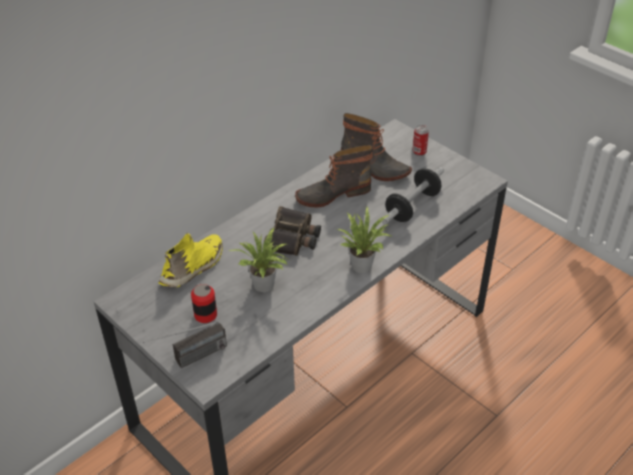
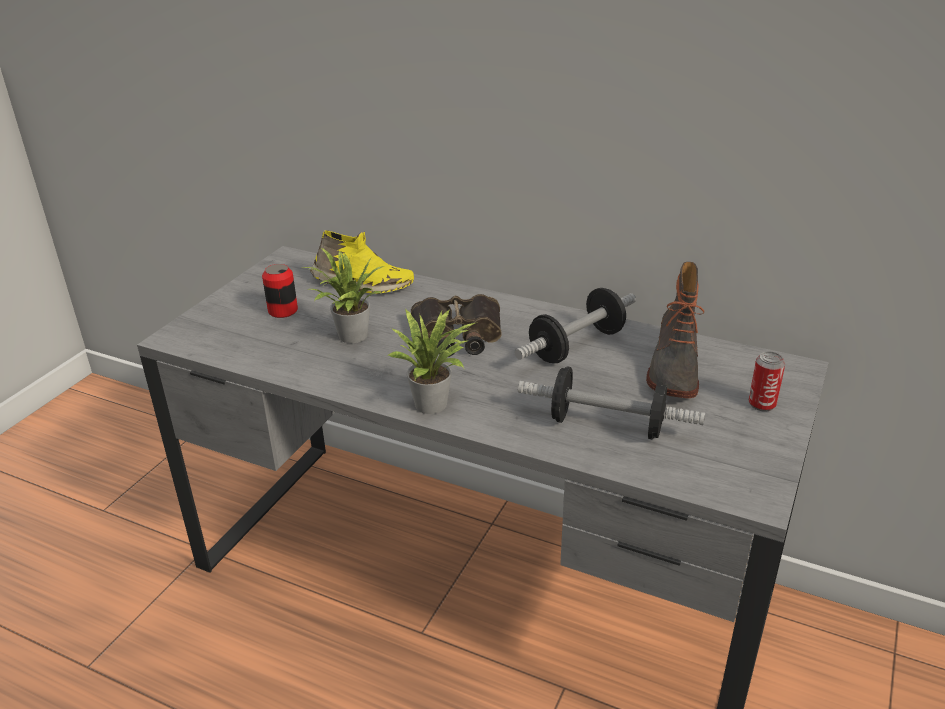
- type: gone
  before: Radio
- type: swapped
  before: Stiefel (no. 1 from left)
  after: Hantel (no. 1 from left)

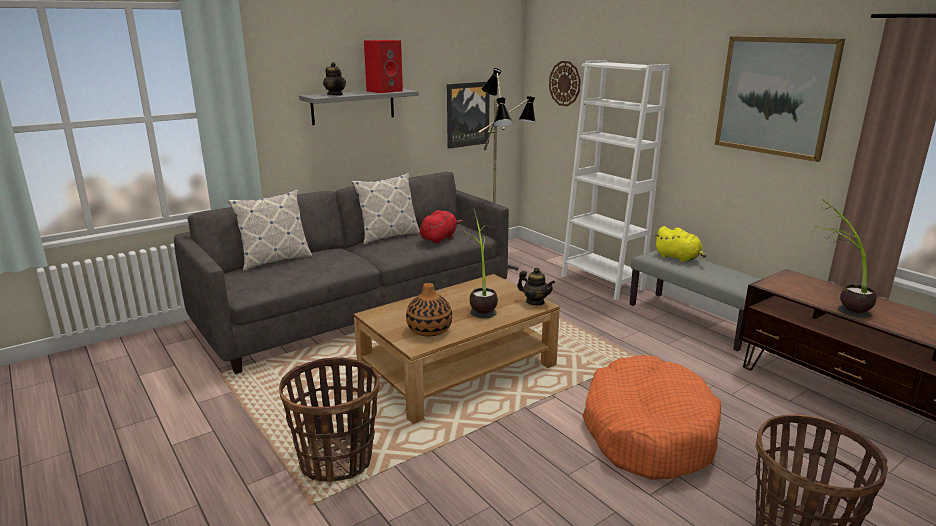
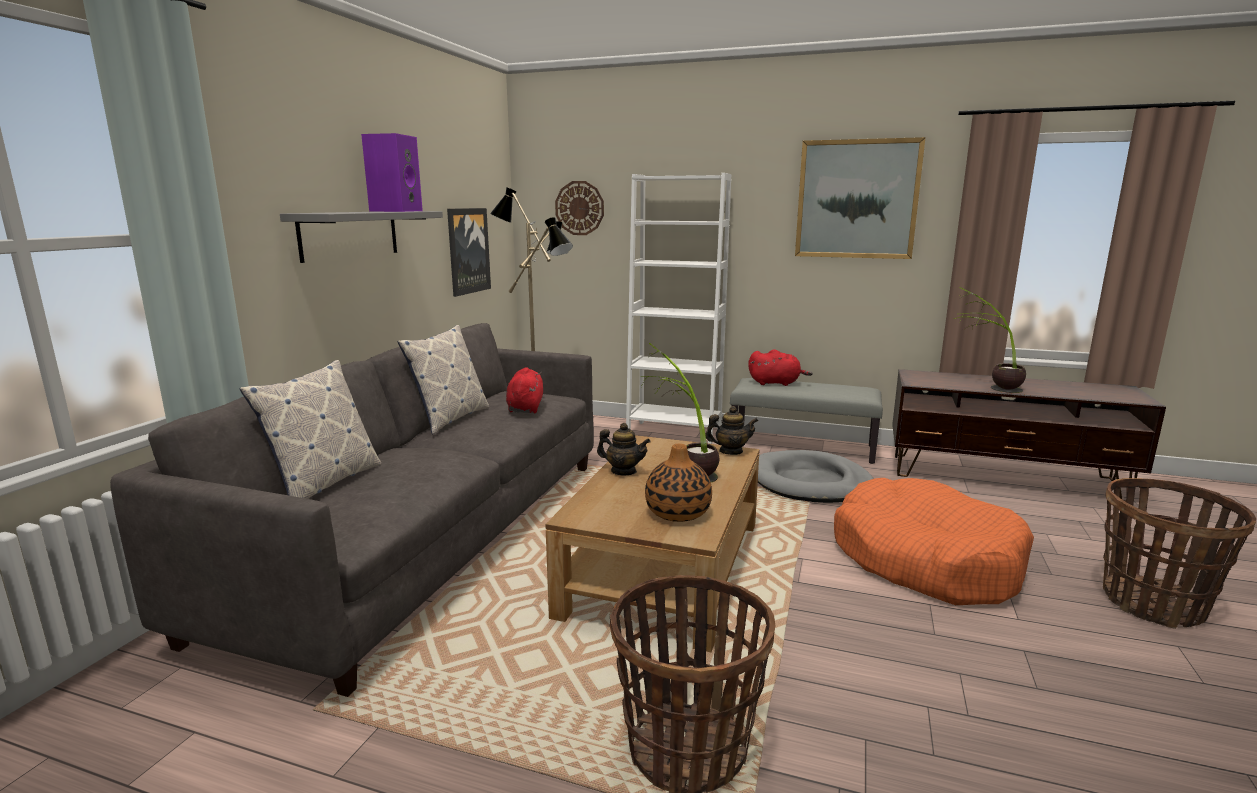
- type: new
  after: Hundebett (grau)
- type: shifted
  before: Teekanne (no. 1 from left)
- type: repainted
  before: Lautsprecher (rot)
  after: Lautsprecher (lila)
- type: repainted
  before: Plüschtier (gelb)
  after: Plüschtier (rot) (no. 2 from left)

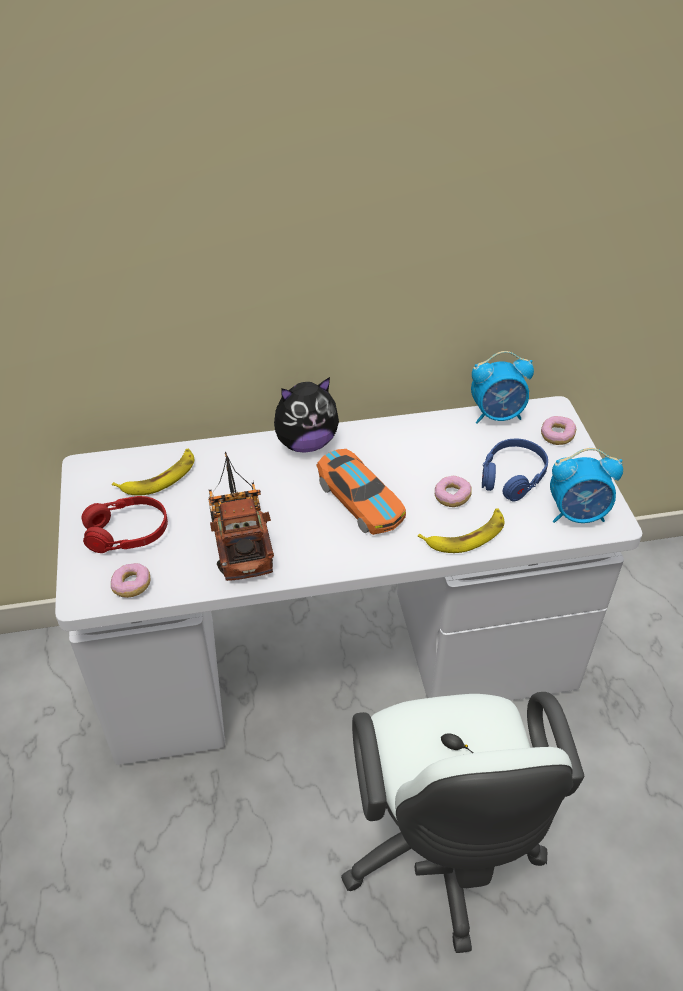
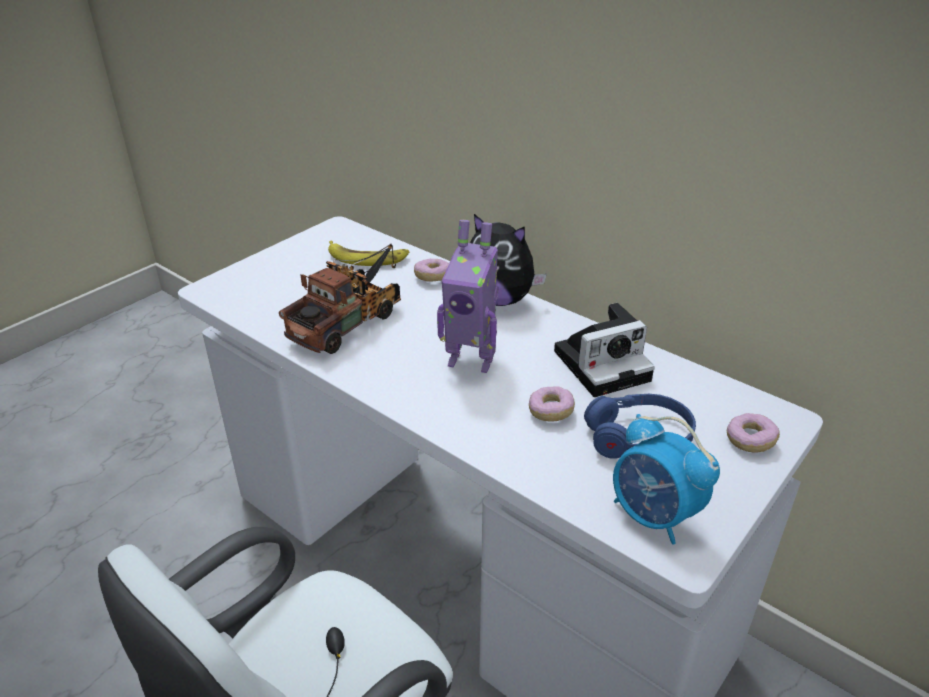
- type: gone
  before: Kopfhörer (rot)
- type: gone
  before: Banane (no. 2 from left)
- type: gone
  before: Wecker (no. 1 from left)
- type: new
  after: Kamera
- type: shifted
  before: Donut (no. 1 from left)
- type: swapped
  before: Spielzeugauto
  after: Spielzeugroboter

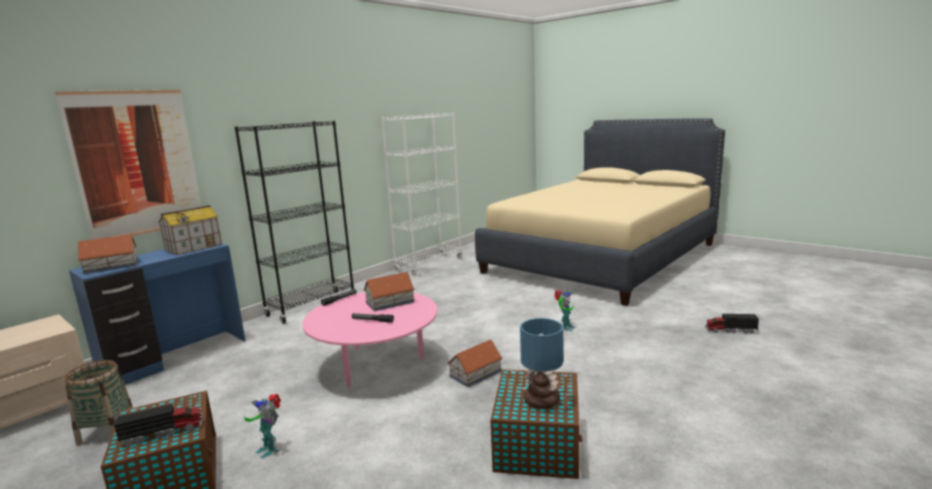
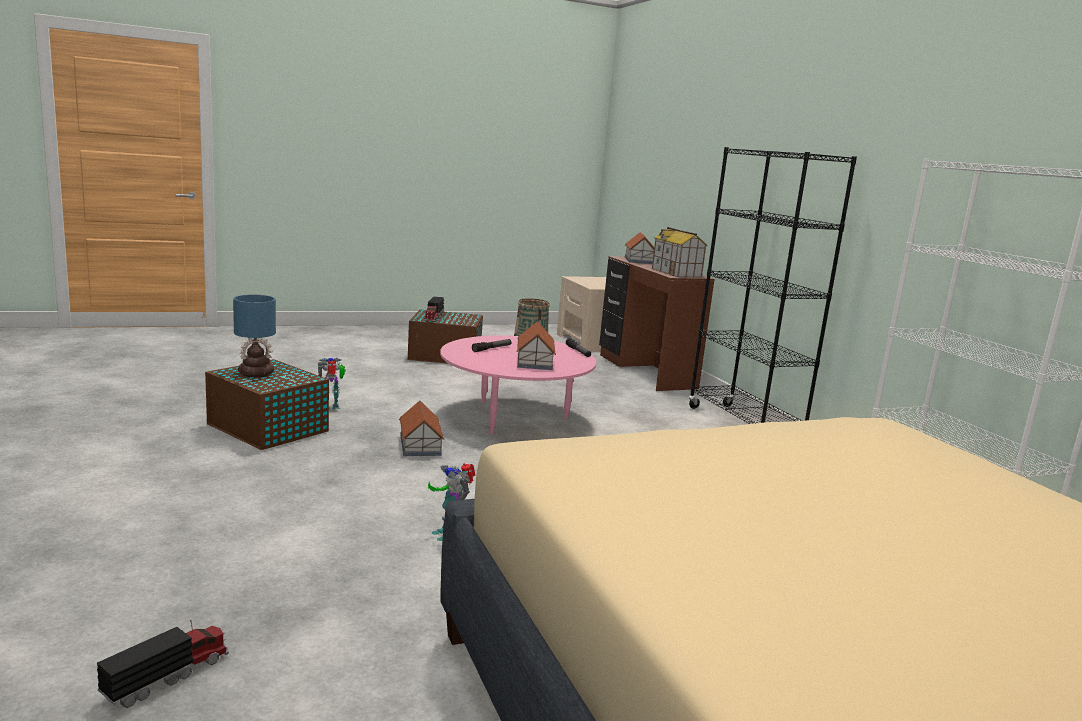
- type: gone
  before: Bild
- type: shifted
  before: Spielzeugroboter (no. 1 from left)
- type: repainted
  before: Schreibtisch (blau)
  after: Schreibtisch (braun)

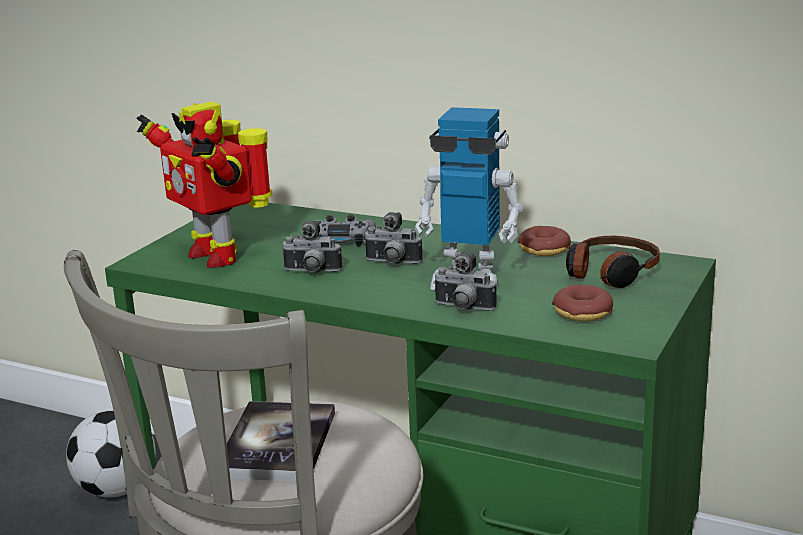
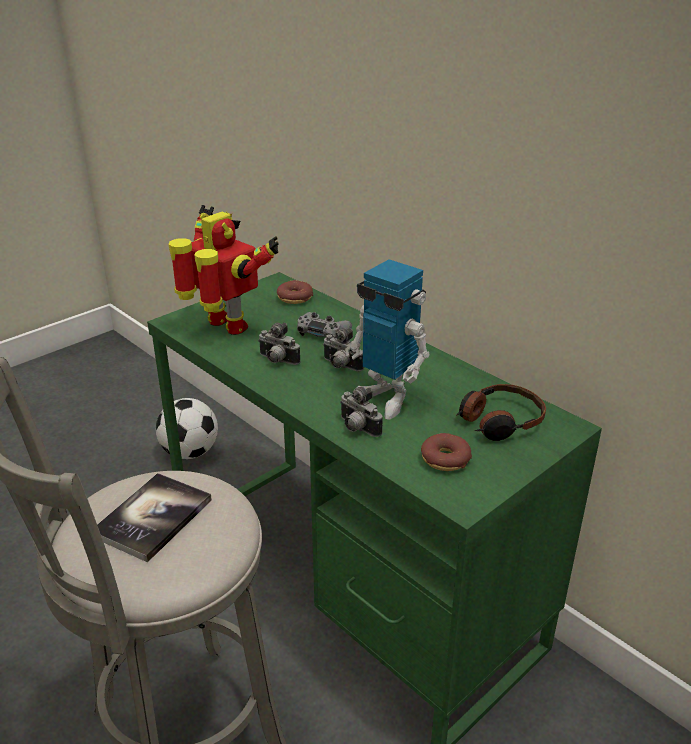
- type: shifted
  before: Donut (no. 1 from left)
- type: rotated
  before: Spielzeugroboter (no. 1 from left)
  turn: 150

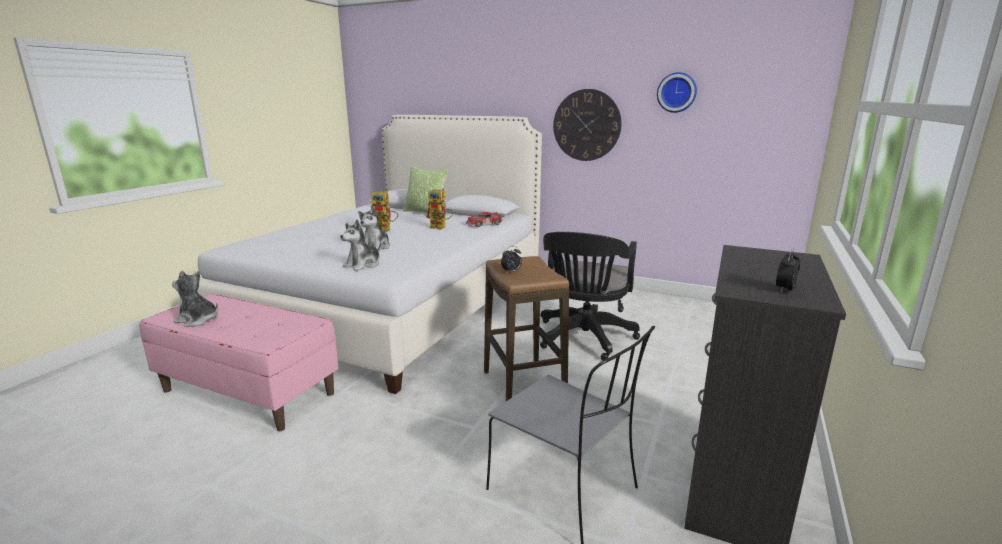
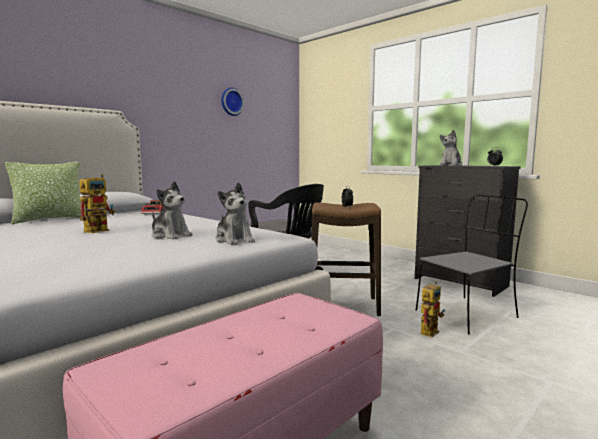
- type: gone
  before: Wanduhr (no. 1 from left)
- type: shifted
  before: Plüschtier (no. 1 from left in the first image)
  after: Plüschtier (no. 3 from left)
- type: shifted
  before: Spielzeugroboter (no. 2 from left)

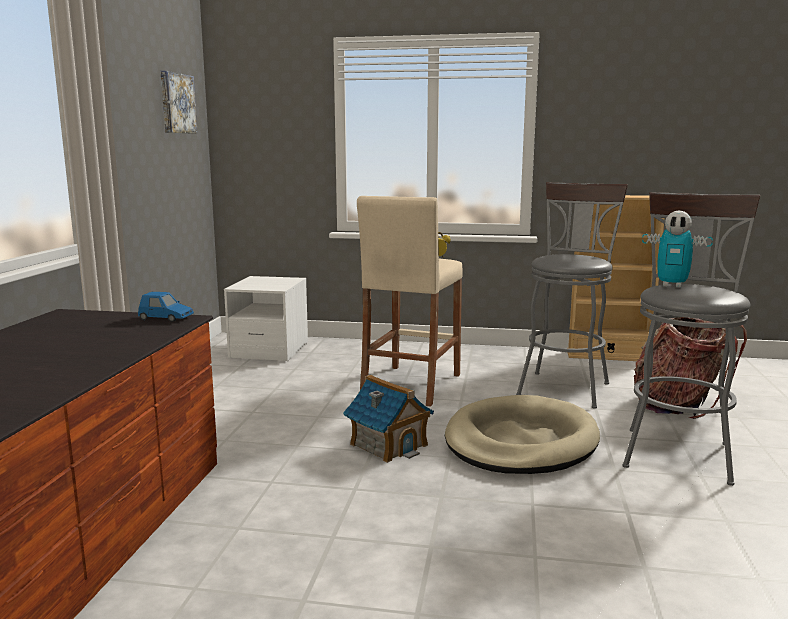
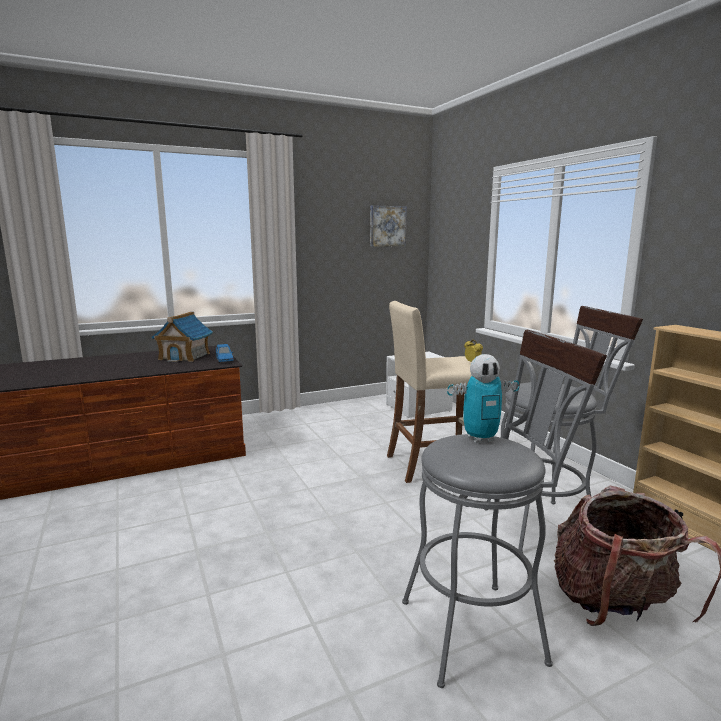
- type: gone
  before: Hundebett (beige)
- type: shifted
  before: Spielzeughaus
- type: rotated
  before: Spielzeugroboter
  turn: -90

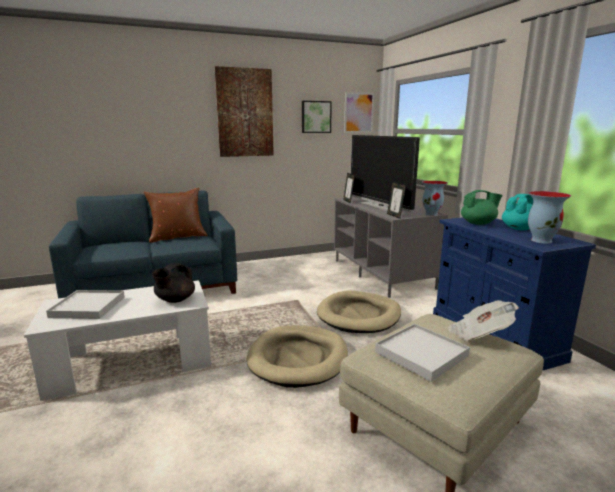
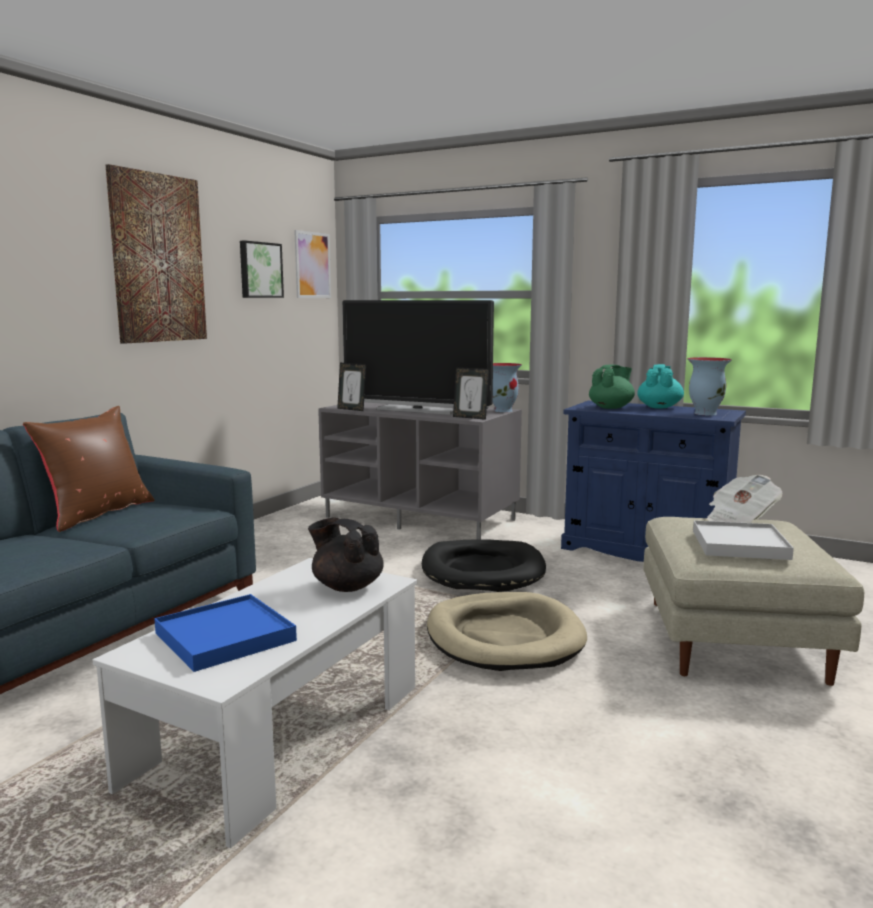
- type: repainted
  before: Tablett (weiß) (no. 1 from left)
  after: Tablett (blau)
- type: repainted
  before: Hundebett (beige) (no. 2 from left)
  after: Hundebett (schwarz)
- type: rotated
  before: Teekanne (schwarz)
  turn: 135

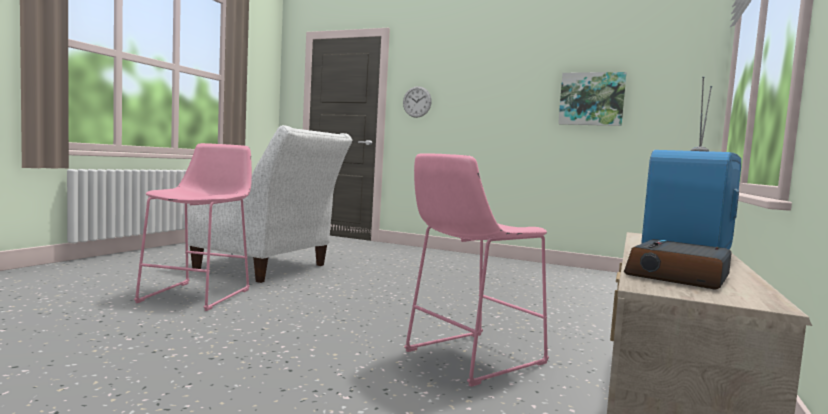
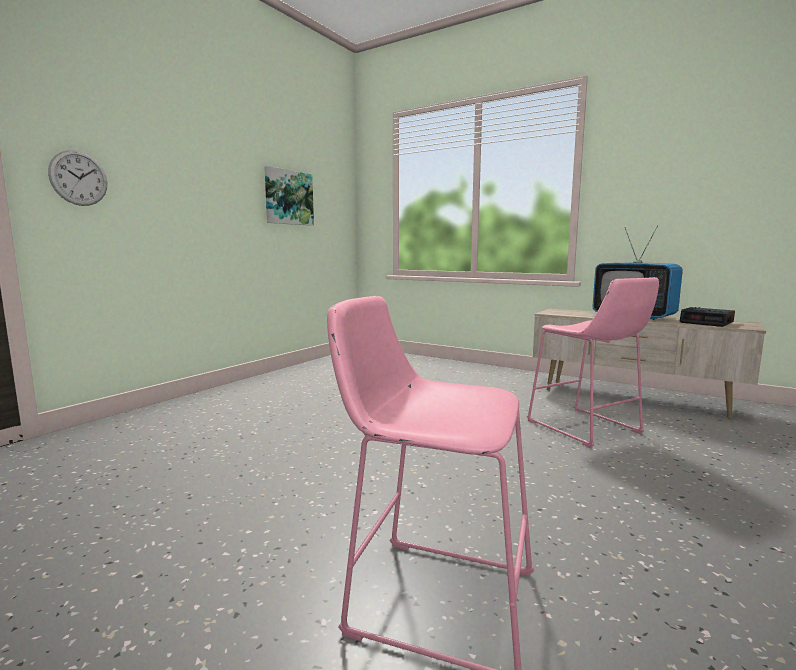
- type: gone
  before: Sessel (weiß)

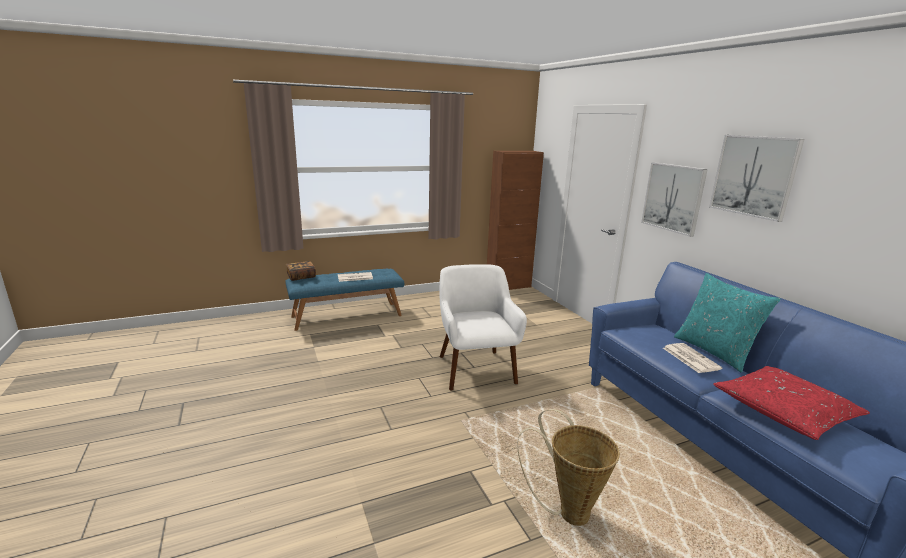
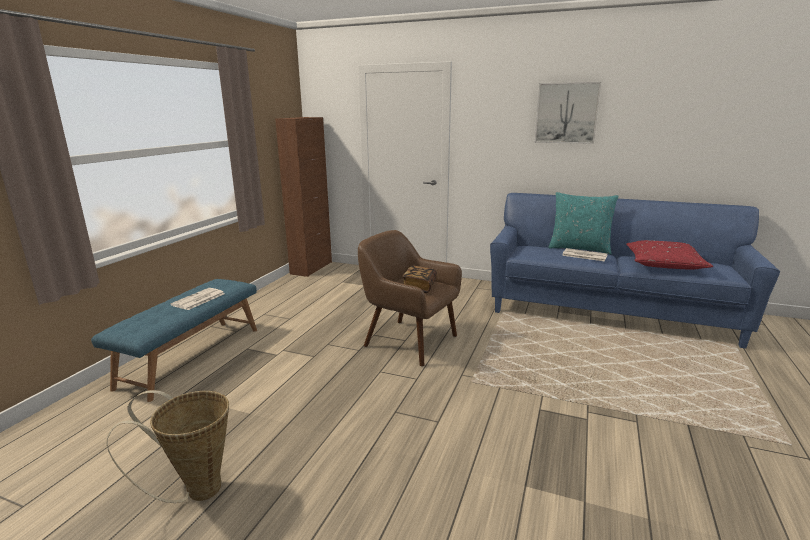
- type: gone
  before: Bild (no. 1 from left)
- type: shifted
  before: Buch
- type: shifted
  before: Korb
- type: repainted
  before: Sessel (weiß)
  after: Sessel (braun)

